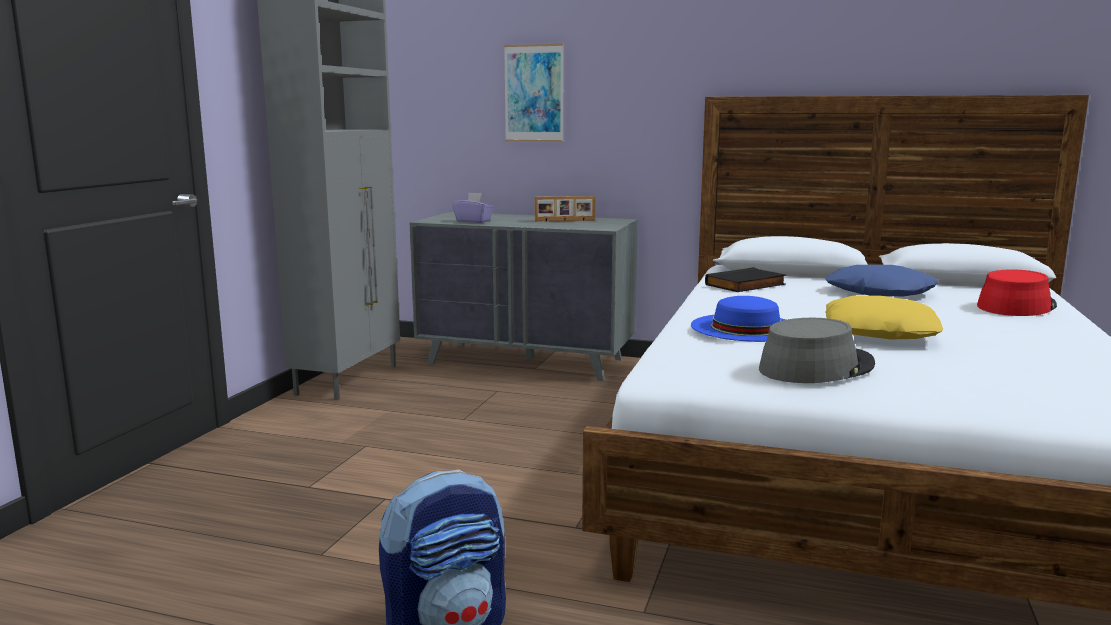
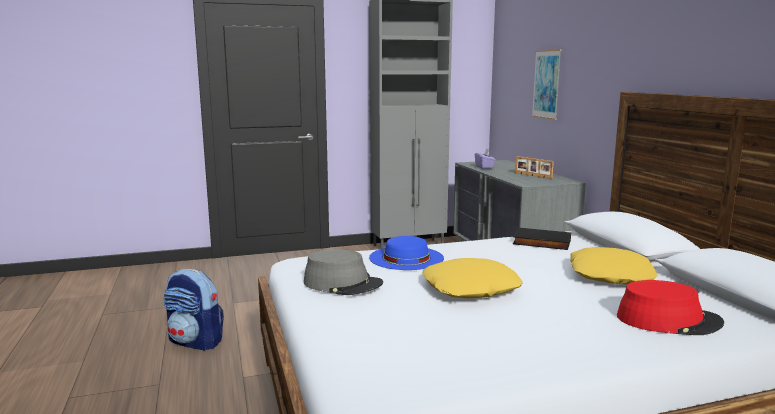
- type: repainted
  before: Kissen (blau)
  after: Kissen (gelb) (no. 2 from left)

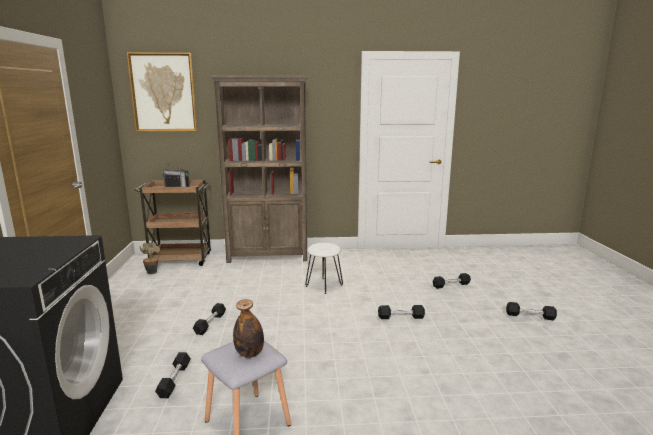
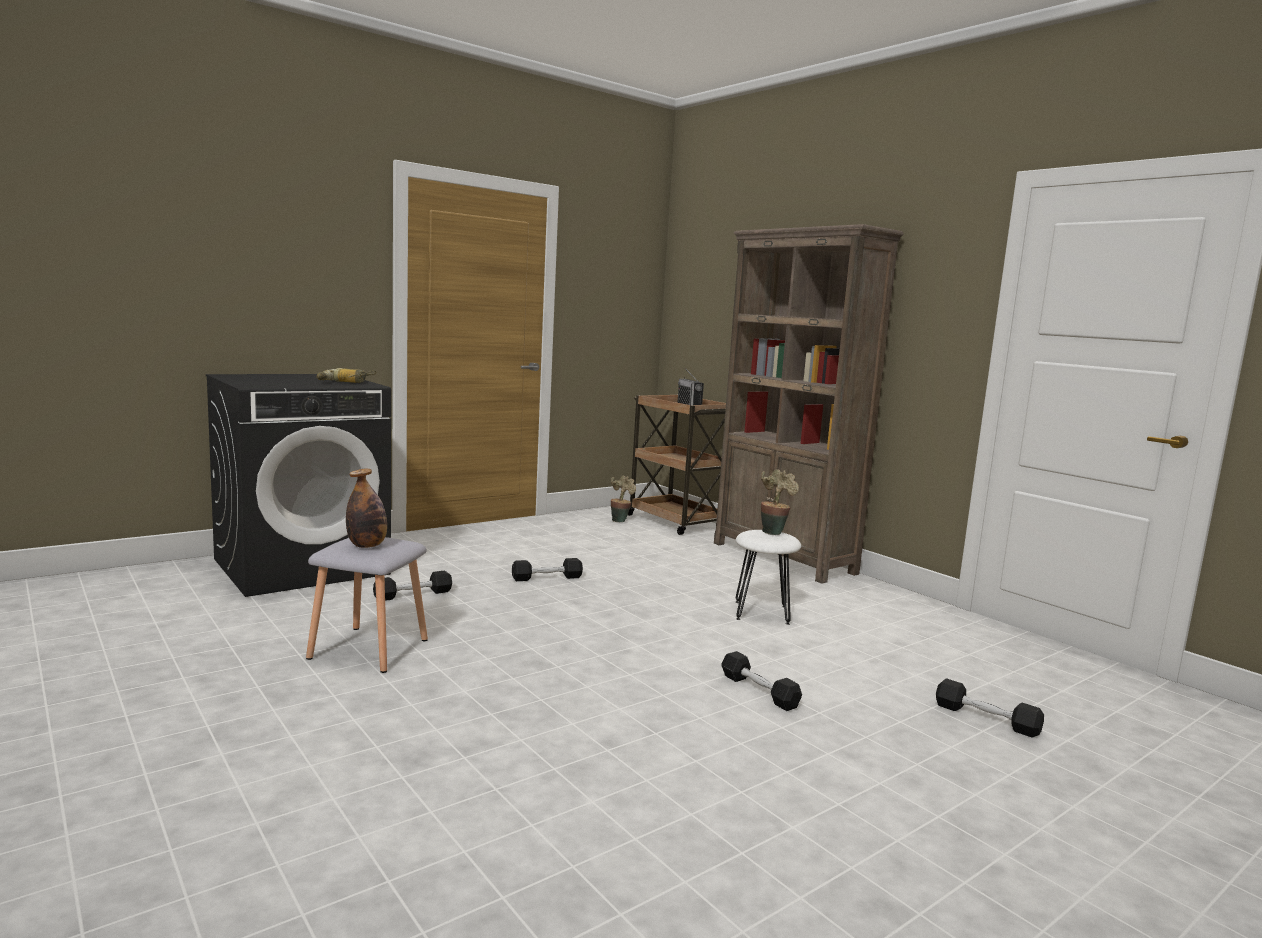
- type: gone
  before: Bild
- type: gone
  before: Hantel (schwarz) (no. 5 from left)
- type: new
  after: Bohrmaschine
- type: new
  after: Topfpflanze (no. 2 from left)

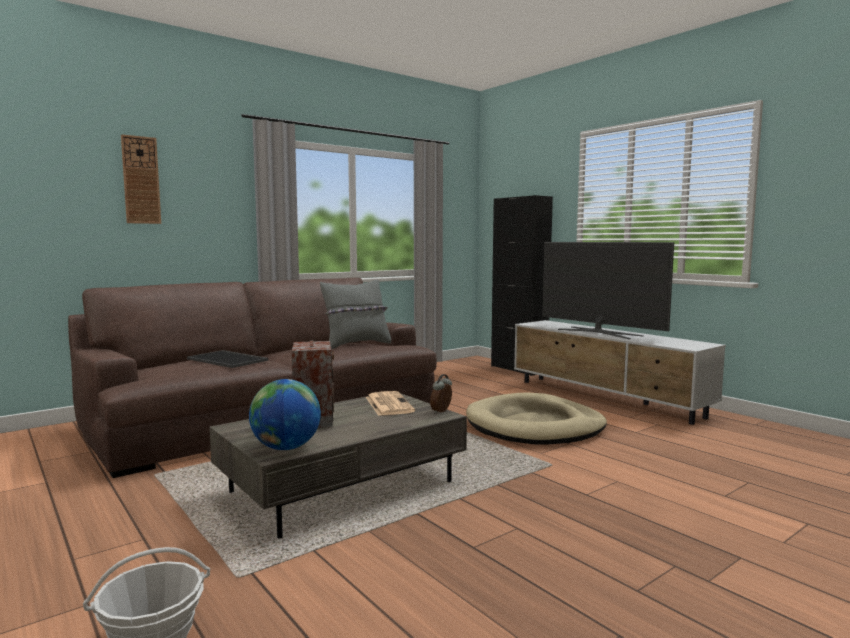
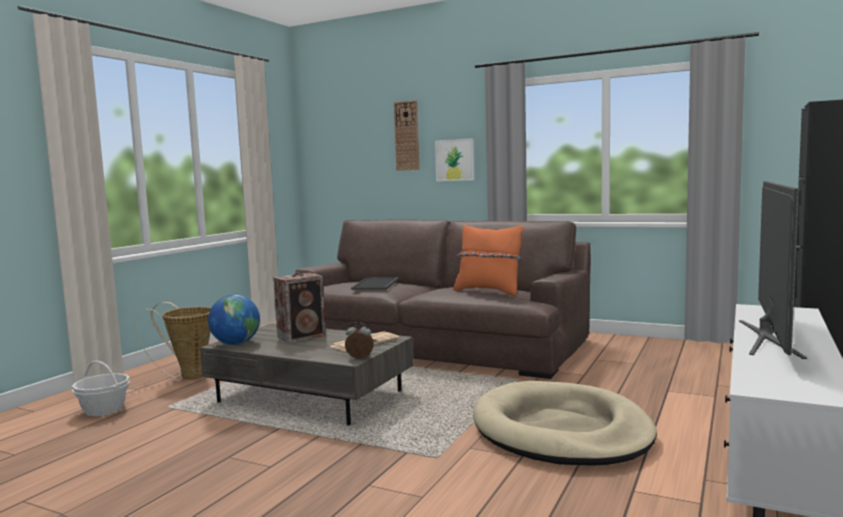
- type: new
  after: Korb (no. 2 from left)
- type: new
  after: Bild
- type: repainted
  before: Kissen (grau)
  after: Kissen (orange)

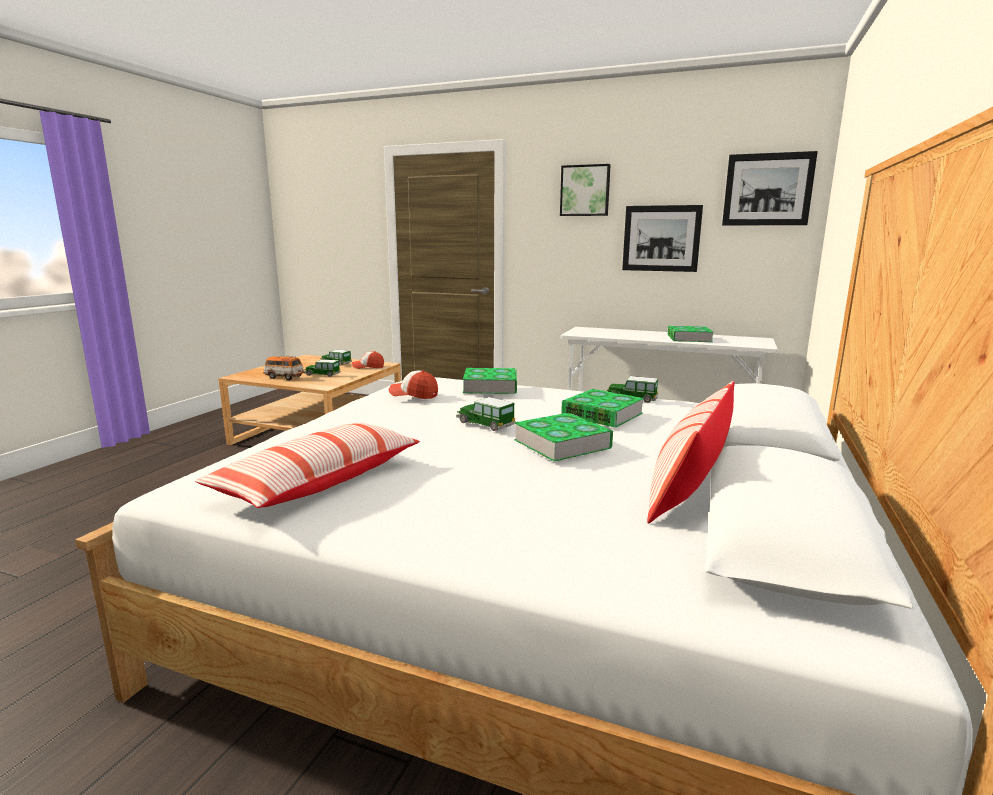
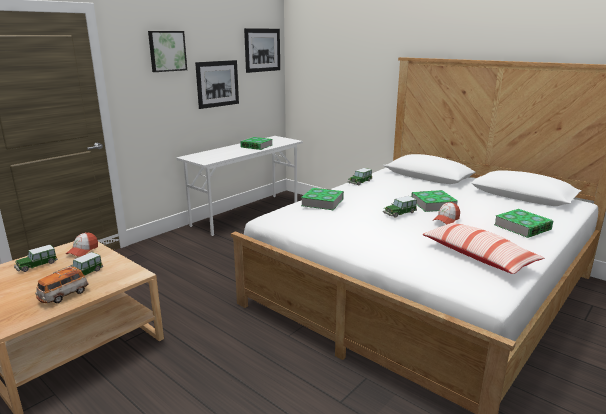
- type: gone
  before: Kissen (no. 2 from left)
- type: shifted
  before: Kappe (no. 2 from left)
- type: shifted
  before: Buch (no. 3 from left in the first image)
  after: Buch (no. 4 from left)

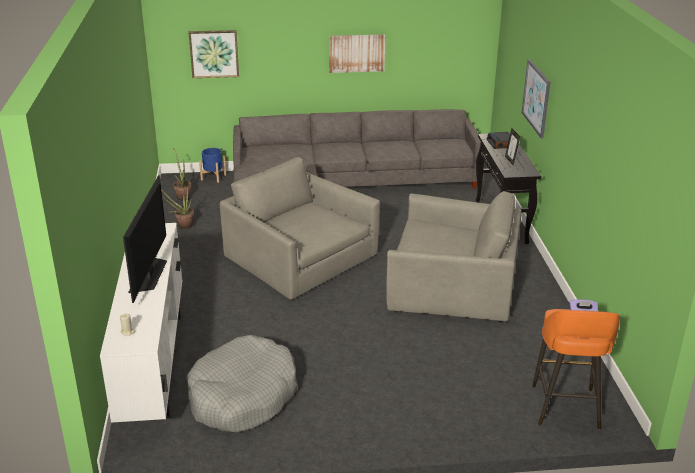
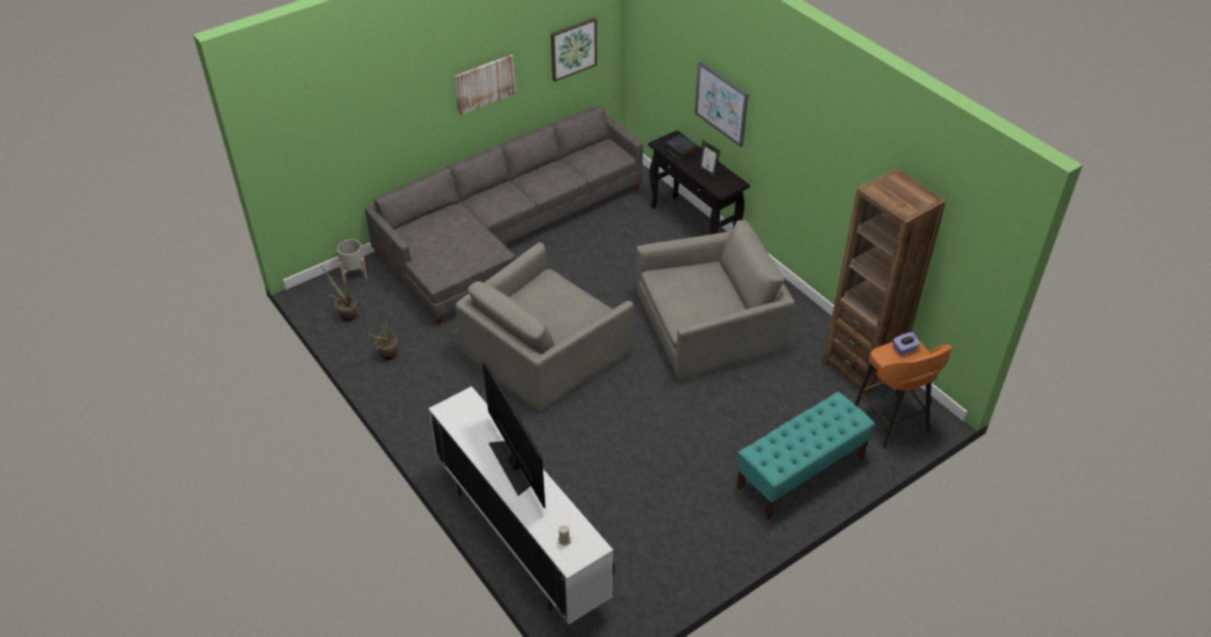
- type: gone
  before: Hundebett (grau)
- type: new
  after: Bank (türkis)
- type: new
  after: Bücherregal (braun)
- type: shifted
  before: Bild (no. 1 from left in the first image)
  after: Bild (no. 2 from left)
- type: repainted
  before: Pflanzkübel (blau)
  after: Pflanzkübel (grau)
- type: rotated
  before: Sessel (grau) (no. 1 from left)
  turn: -60

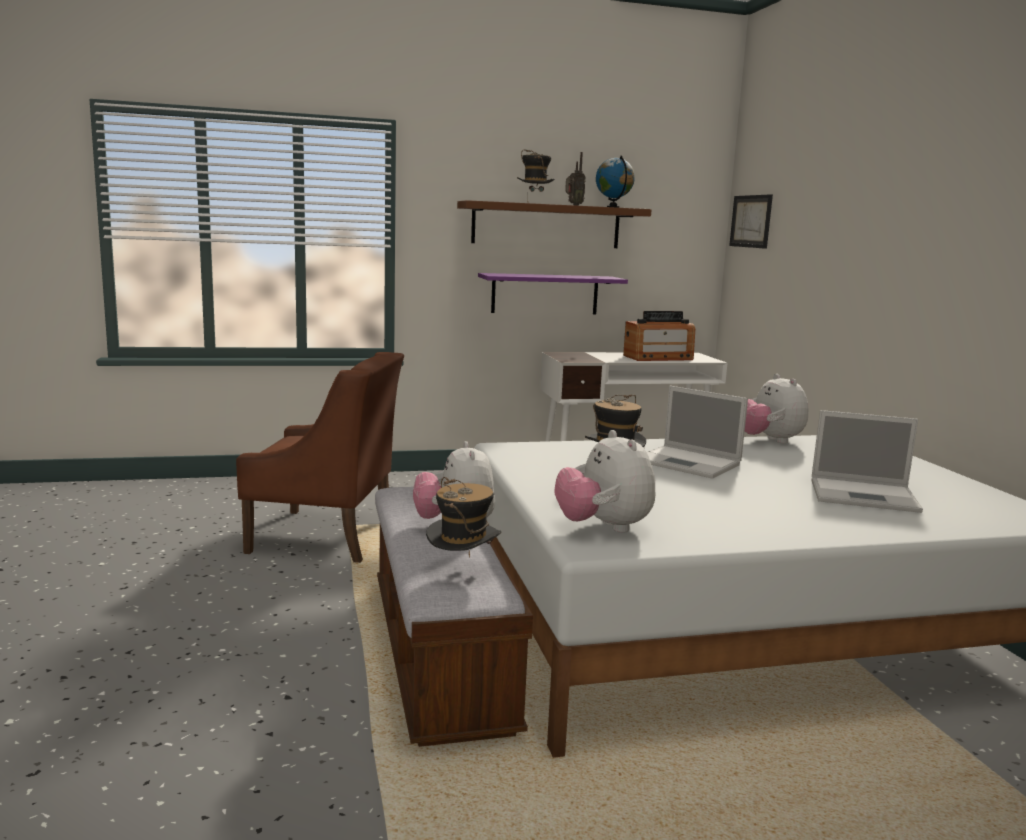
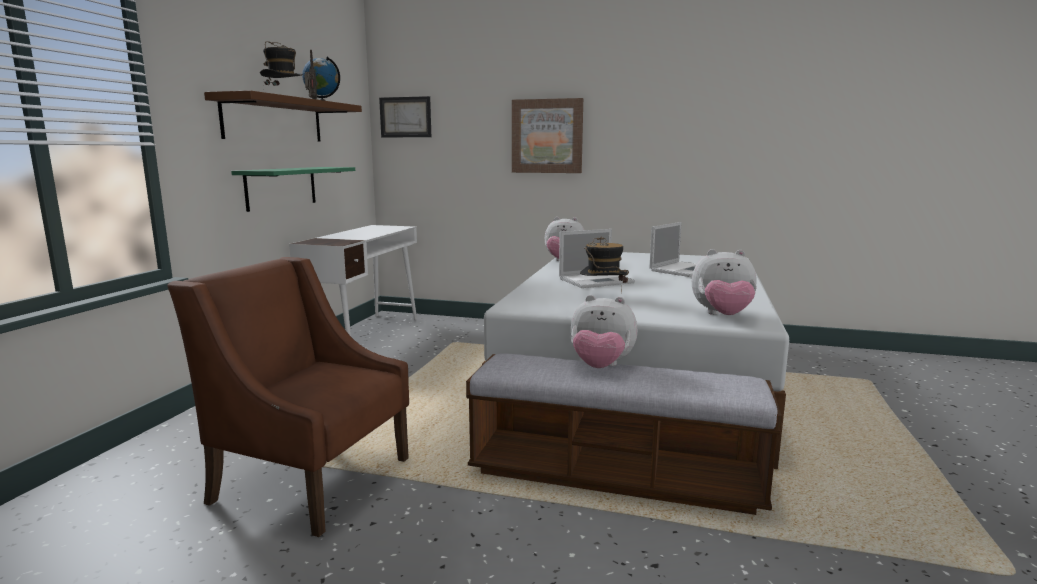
- type: gone
  before: Hut (no. 1 from left)
- type: gone
  before: Radio (no. 2 from left)
- type: new
  after: Bild (no. 2 from left)
- type: repainted
  before: Wandregal (lila)
  after: Wandregal (grün)
- type: rotated
  before: Sessel (braun)
  turn: -105

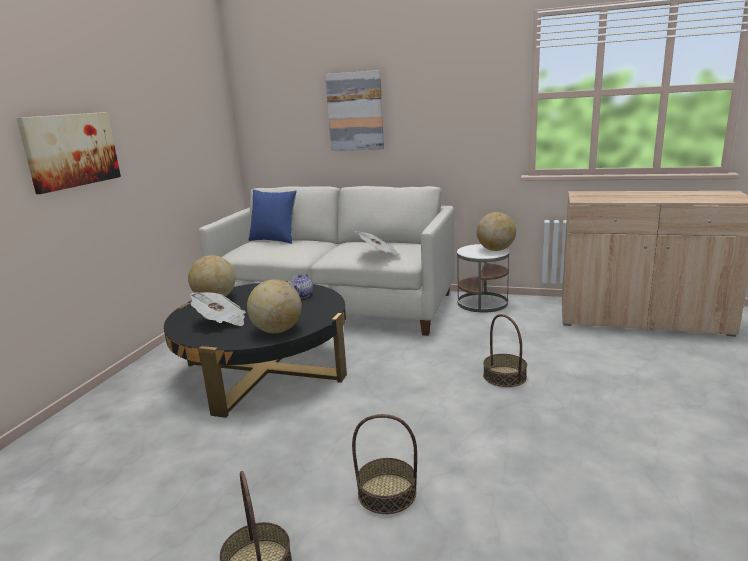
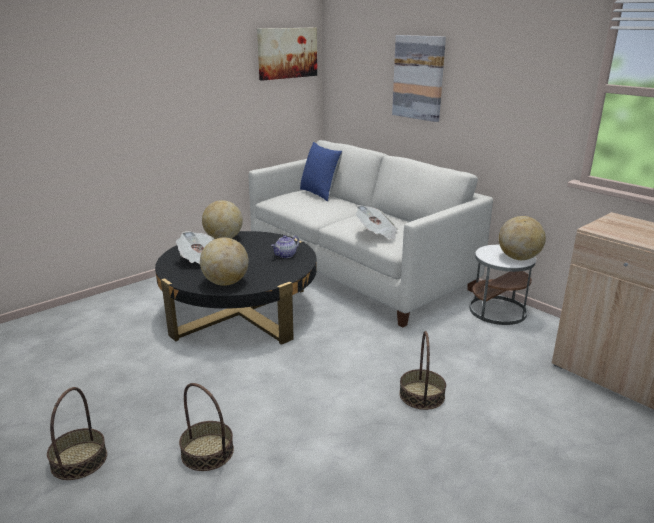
- type: shifted
  before: Bild (no. 1 from left)

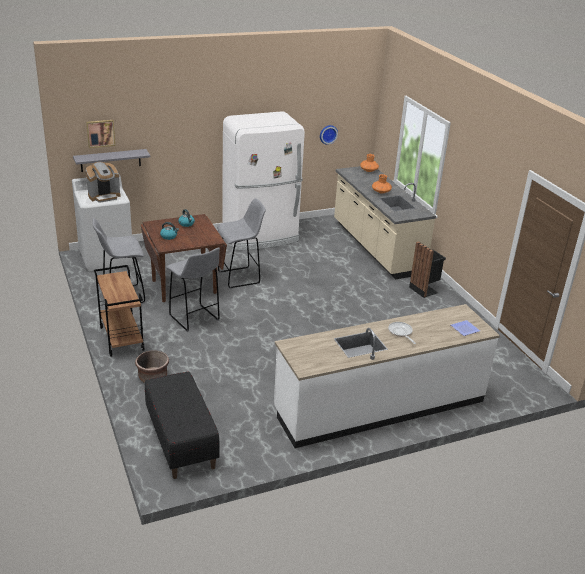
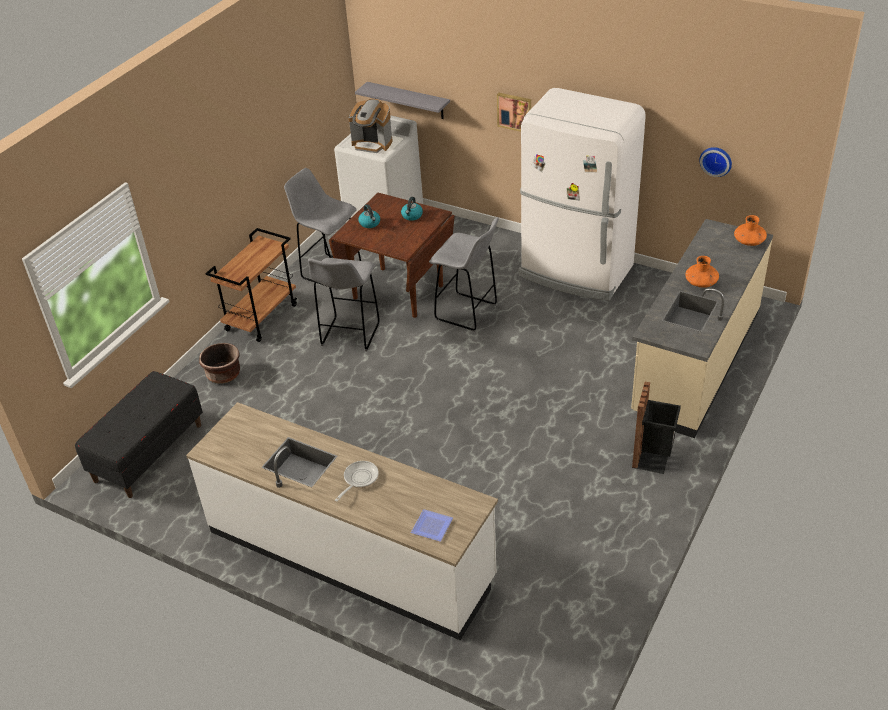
- type: shifted
  before: Bild

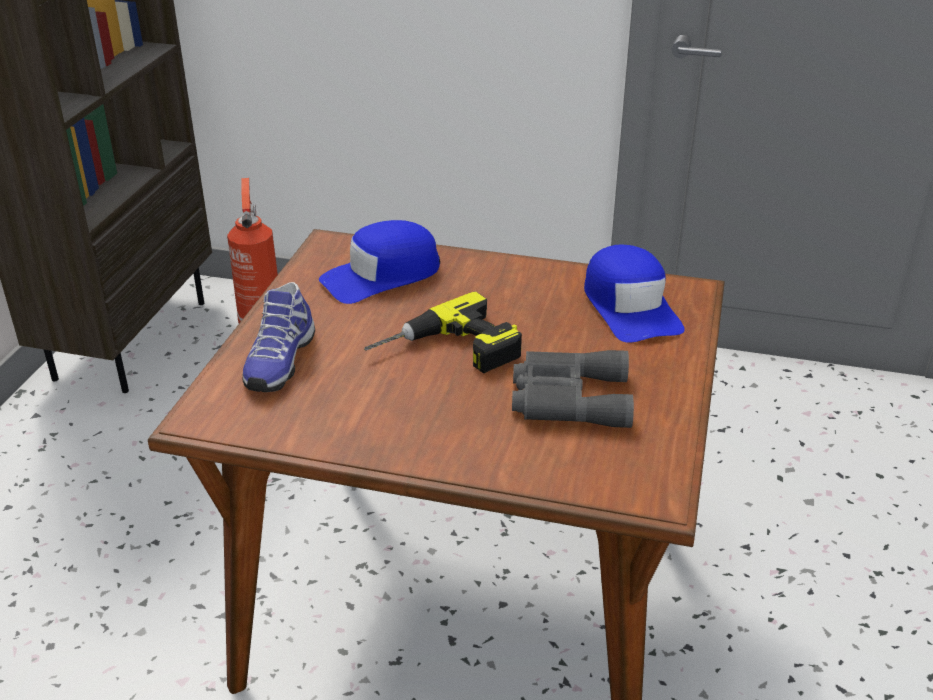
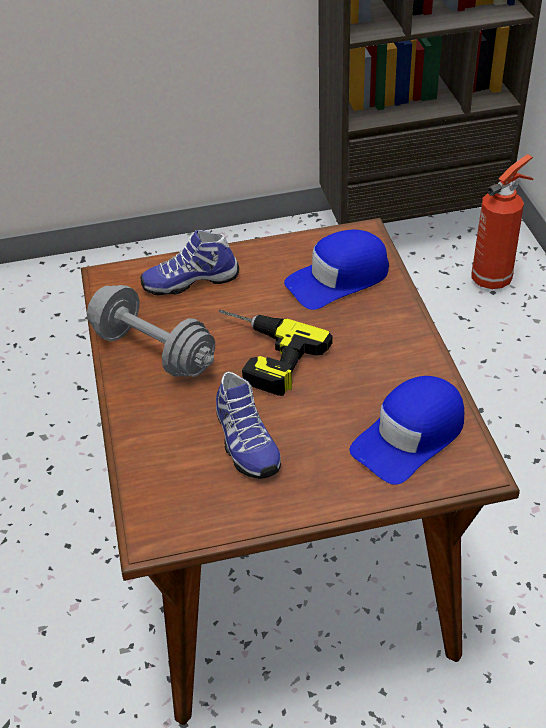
- type: new
  after: Hantel (grau)
- type: swapped
  before: Fernglas (grau)
  after: Schuh (no. 2 from left)
- type: rotated
  before: Kappe (blau) (no. 1 from left)
  turn: -60

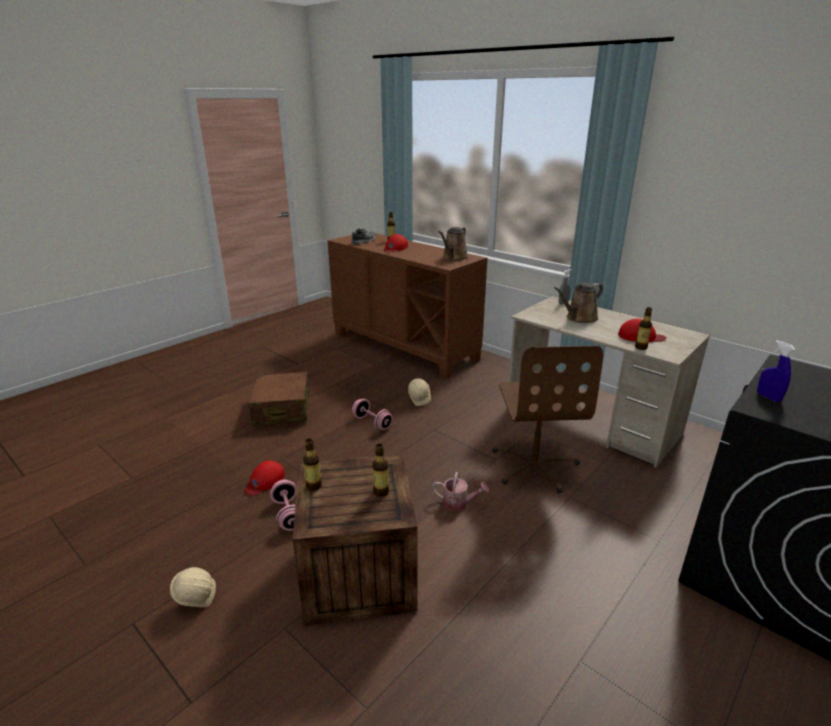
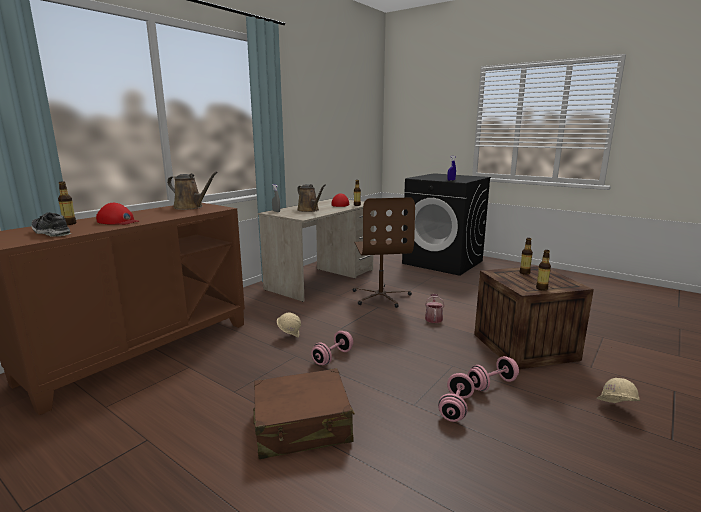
- type: swapped
  before: Kappe (rot) (no. 1 from left)
  after: Hantel (rosa) (no. 2 from left)
- type: rotated
  before: Bürostuhl (braun)
  turn: 90

